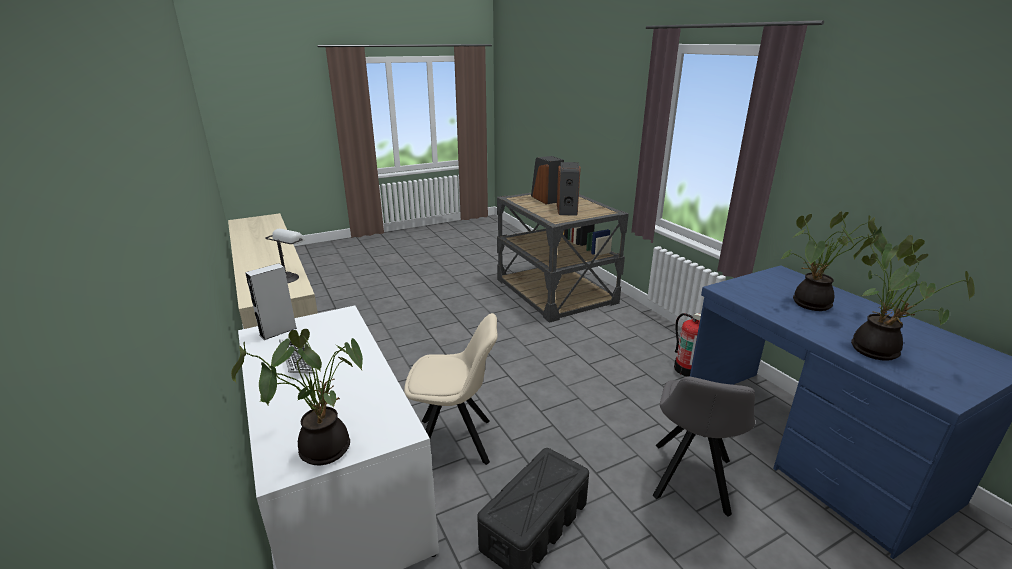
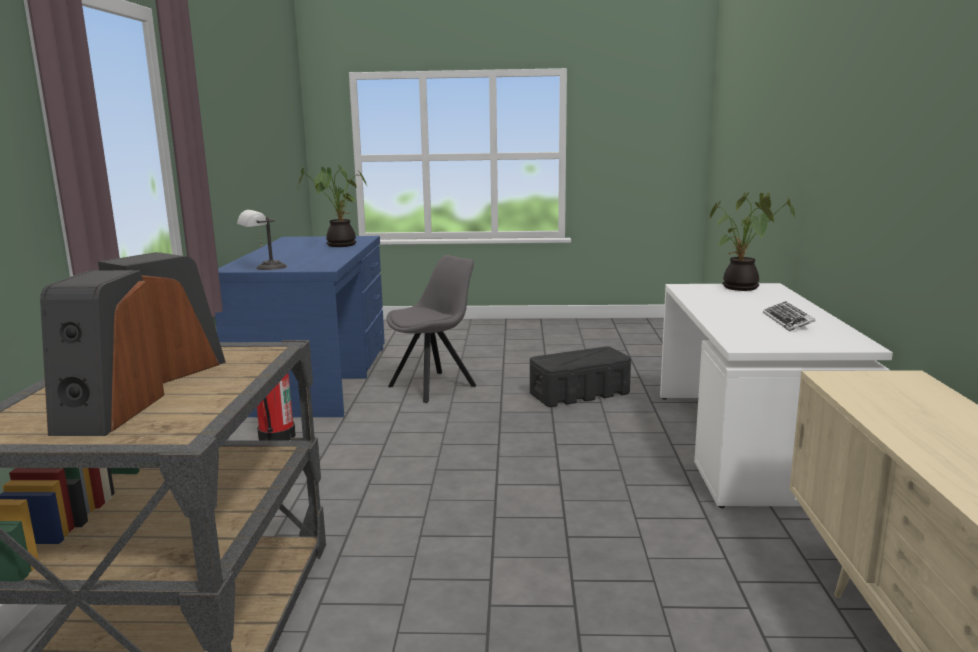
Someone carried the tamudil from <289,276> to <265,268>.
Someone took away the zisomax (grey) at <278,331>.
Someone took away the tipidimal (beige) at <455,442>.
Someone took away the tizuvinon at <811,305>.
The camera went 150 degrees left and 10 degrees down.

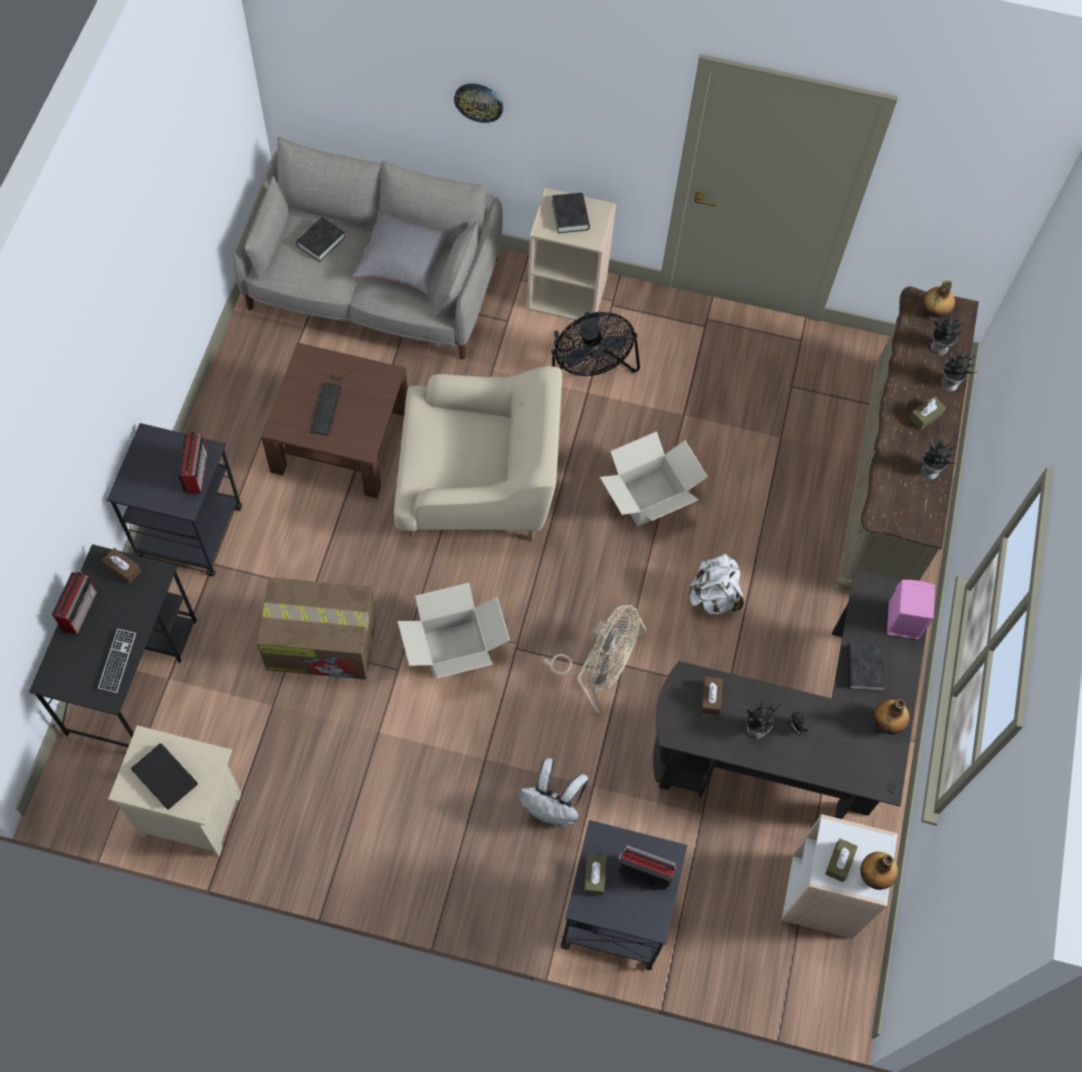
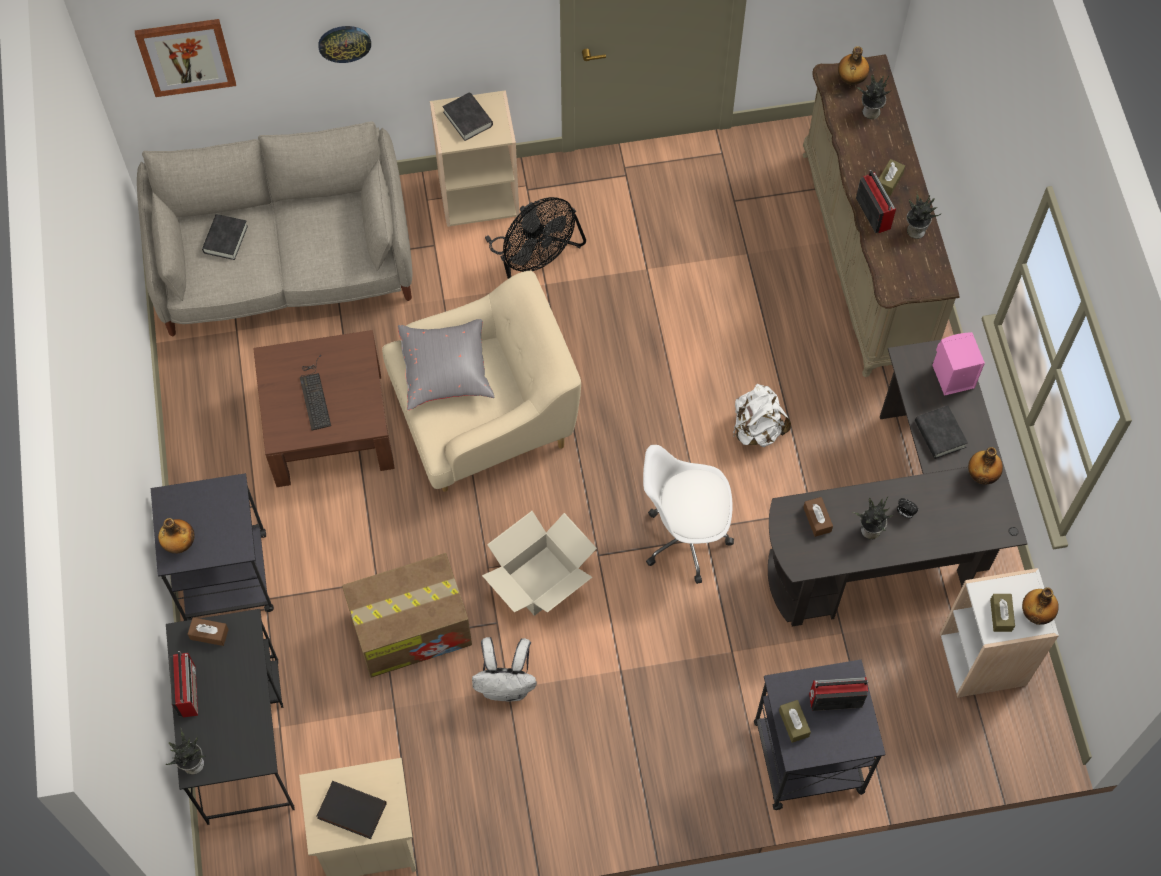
Someone put up the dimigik at <186,56>.
Someone put down the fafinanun at <180,543>.
Someone carried the tizuvinon from <948,383> to <192,763>.
Someone carried the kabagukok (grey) from <404,262> to <447,371>.
Someone carried the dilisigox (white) from <552,809> to <506,686>.
Someone swapped the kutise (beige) at <598,667> for the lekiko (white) at <683,540>.
Someone carried the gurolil from <196,471> to <873,212>.
Someone took away the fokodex at <117,661>.
Someone took away the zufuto at <649,497>.
The camera went 20 degrees left and 0 degrees up.

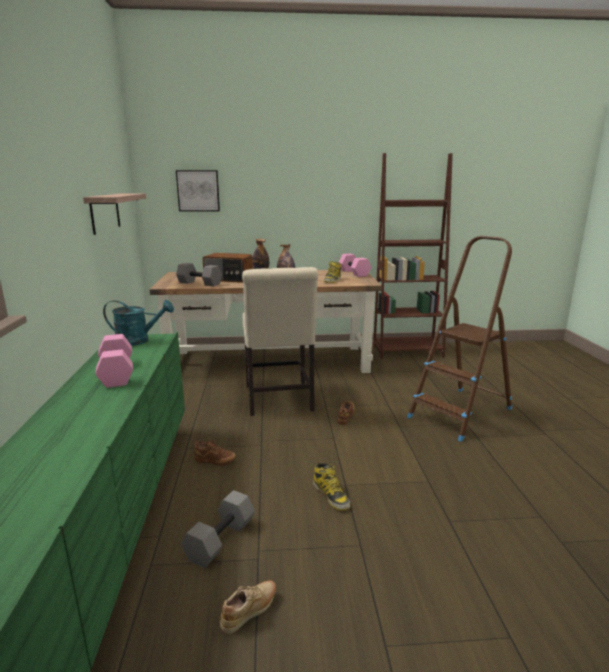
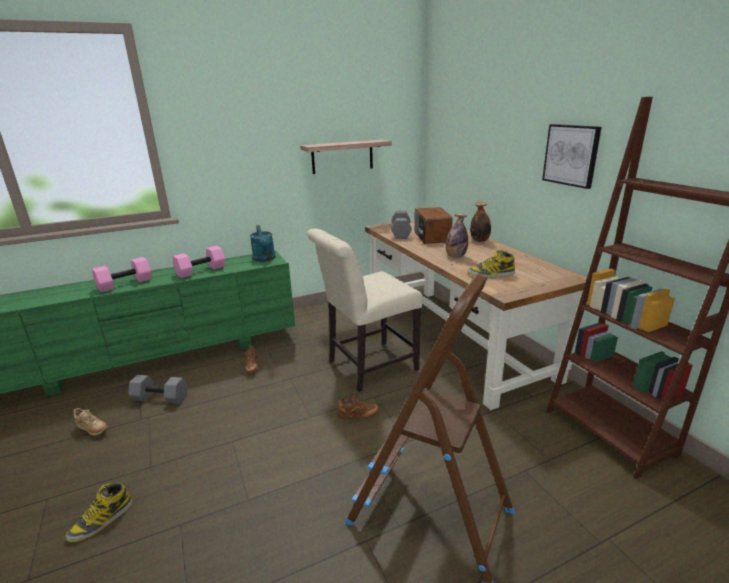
Someone carried the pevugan from <331,495> to <101,521>.
Someone carried the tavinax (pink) from <354,273> to <125,284>.
Someone carried the dimigik from <198,191> to <571,155>.
The camera went 70 degrees right and 5 degrees up.

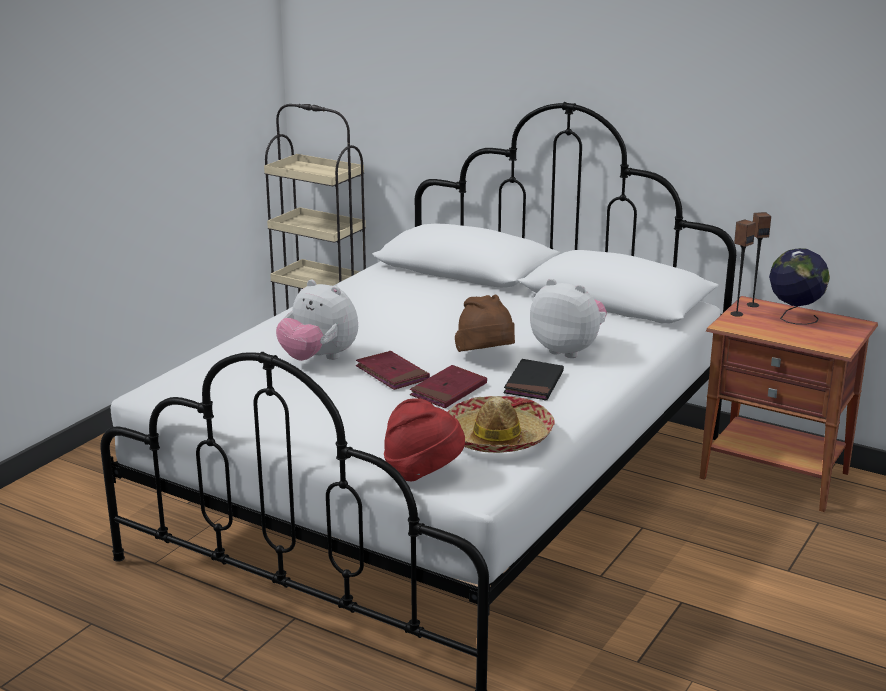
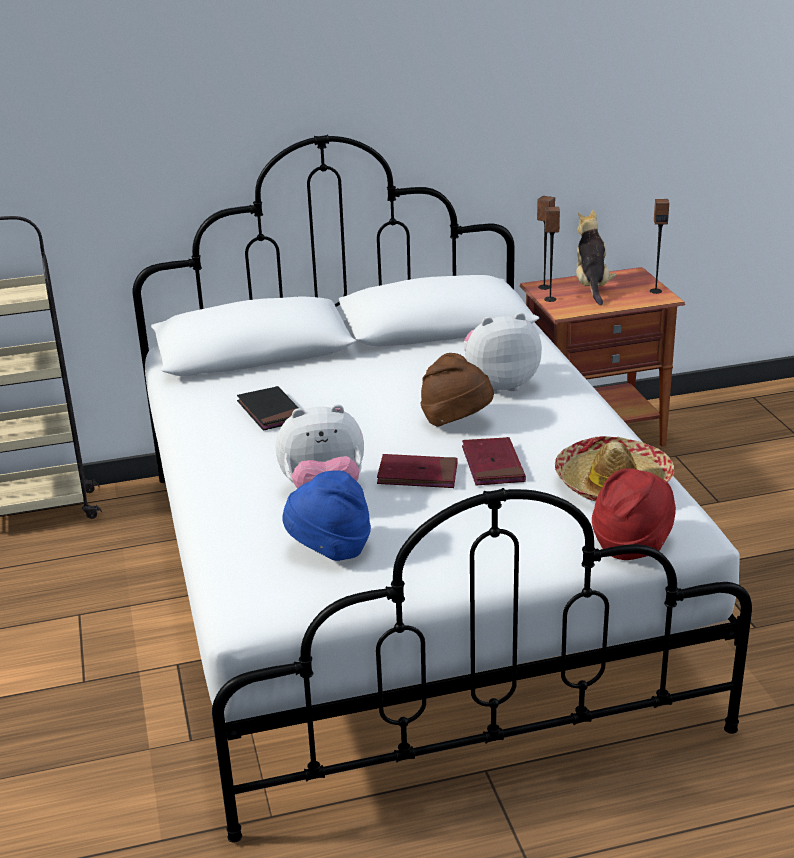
Someone carried the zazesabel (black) from <534,383> to <271,412>.
Someone put down the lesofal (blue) at <330,549>.
Someone swapped the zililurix at <794,318> for the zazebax at <591,286>.
Someone put down the zisomax at <655,291>.
The camera went 45 degrees left and 5 degrees up.

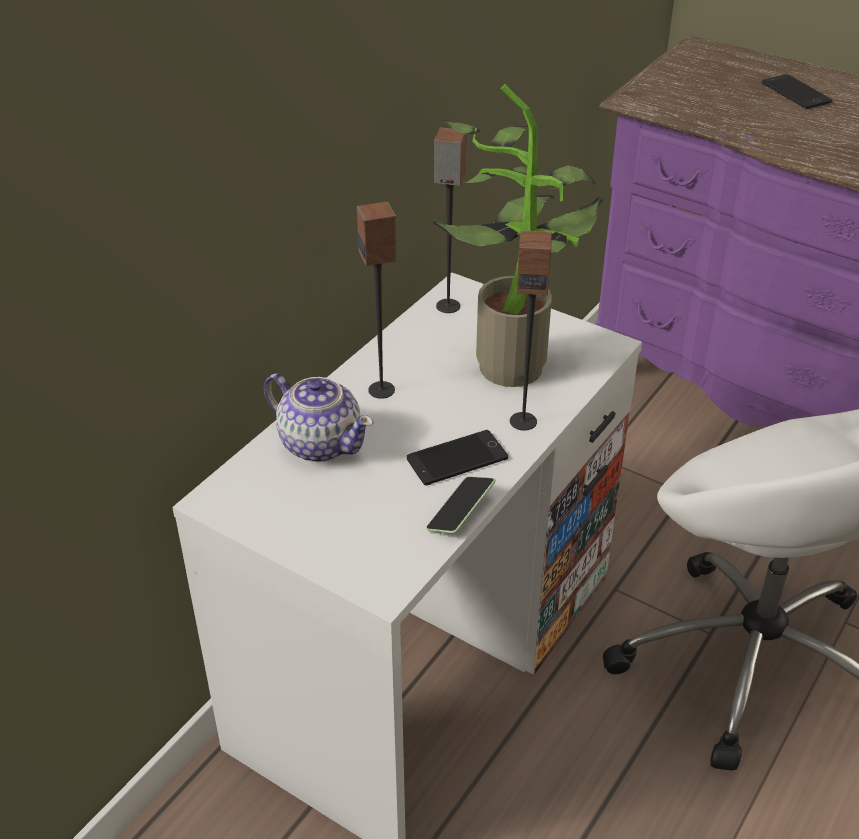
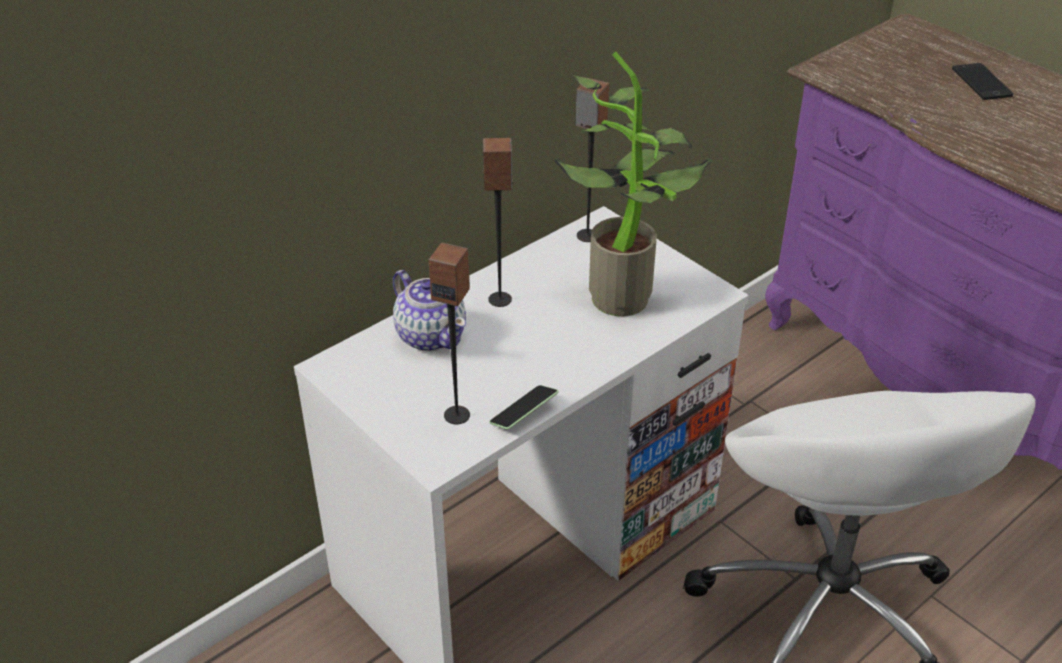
Someone carried the zisomax from <523,421> to <457,415>.
Someone took away the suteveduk at <457,458>.
The camera went 15 degrees right and 0 degrees up.

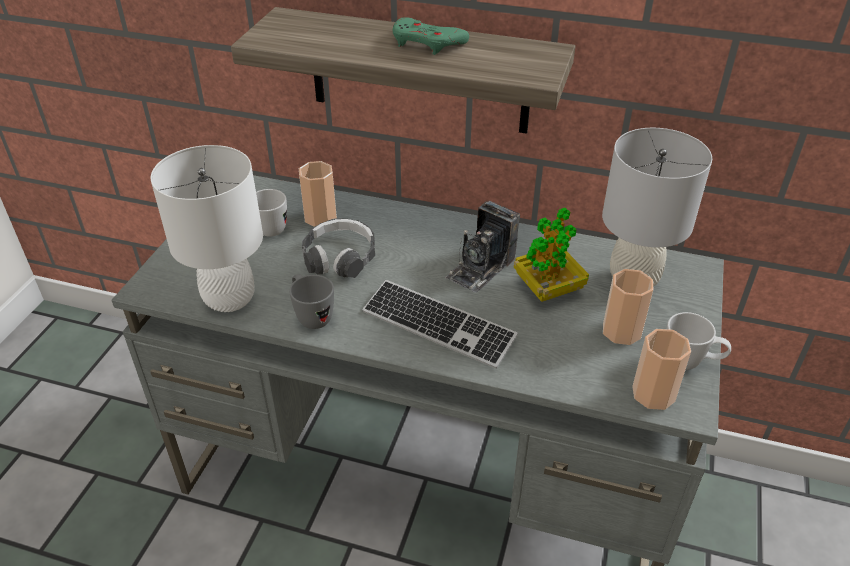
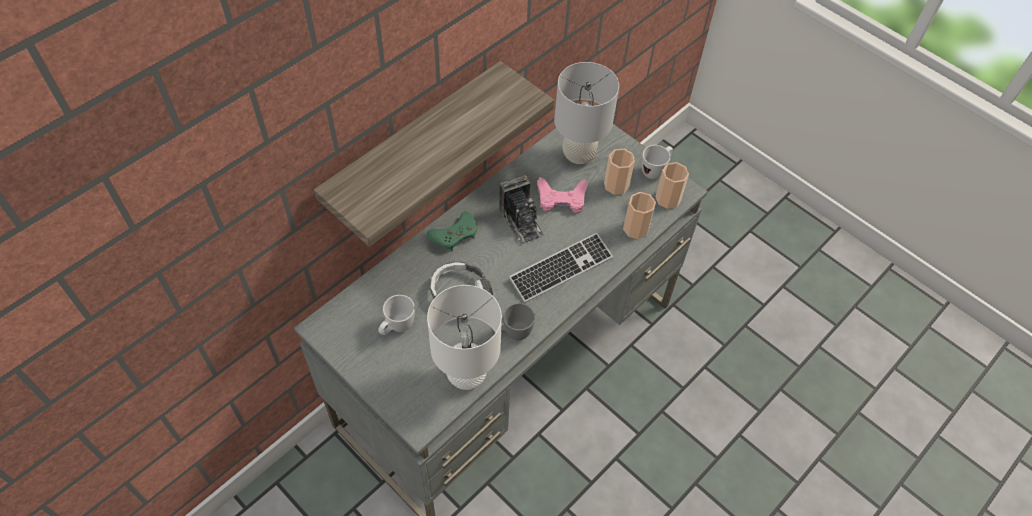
Someone carried the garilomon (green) from <427,43> to <454,234>.
Someone swapped the tizuvinon at <548,289> for the garilomon (pink) at <561,198>.
Someone carried the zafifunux from <320,217> to <636,228>.
The camera went 65 degrees left and 15 degrees up.

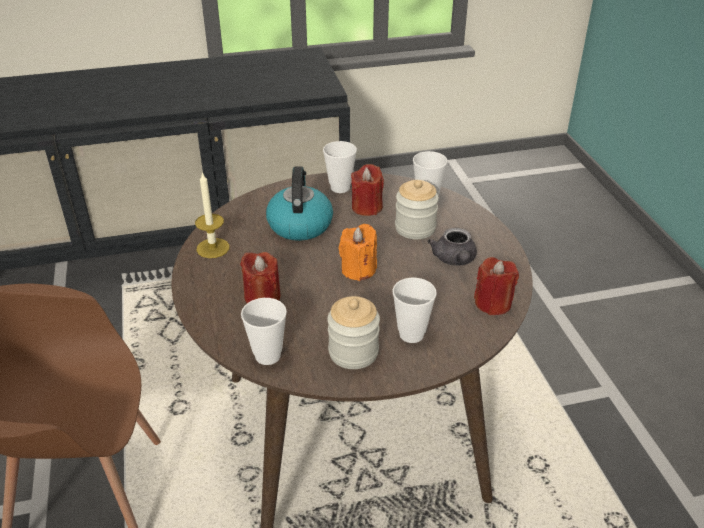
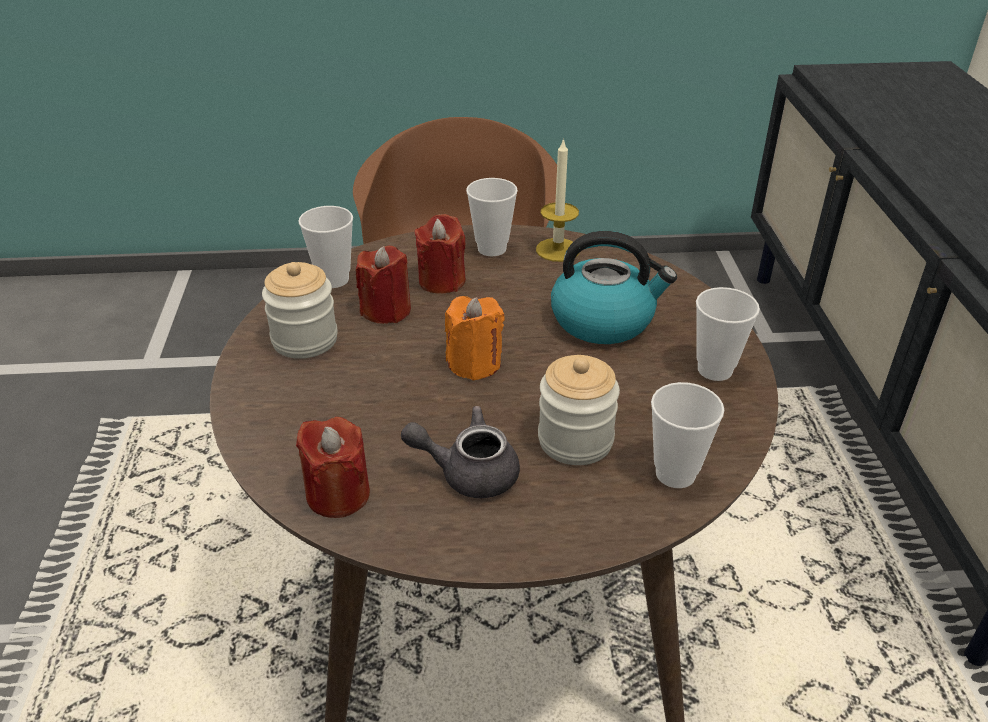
Someone carried the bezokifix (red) from <367,207> to <386,310>.
Someone carried the zafifunux from <411,334> to <492,249>.
The camera went 100 degrees right and 0 degrees up.

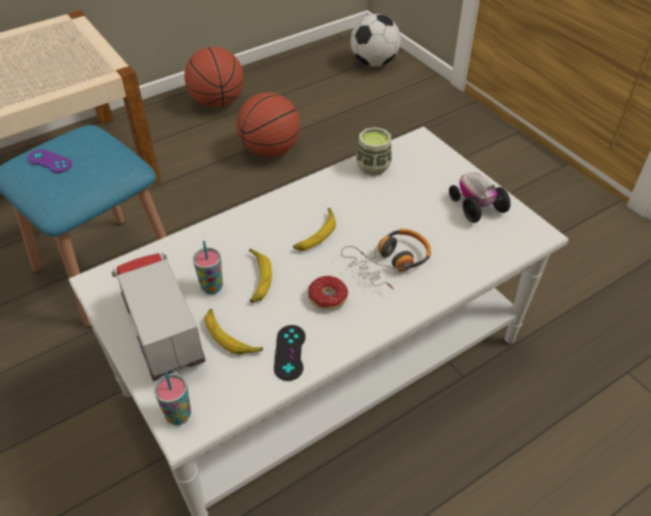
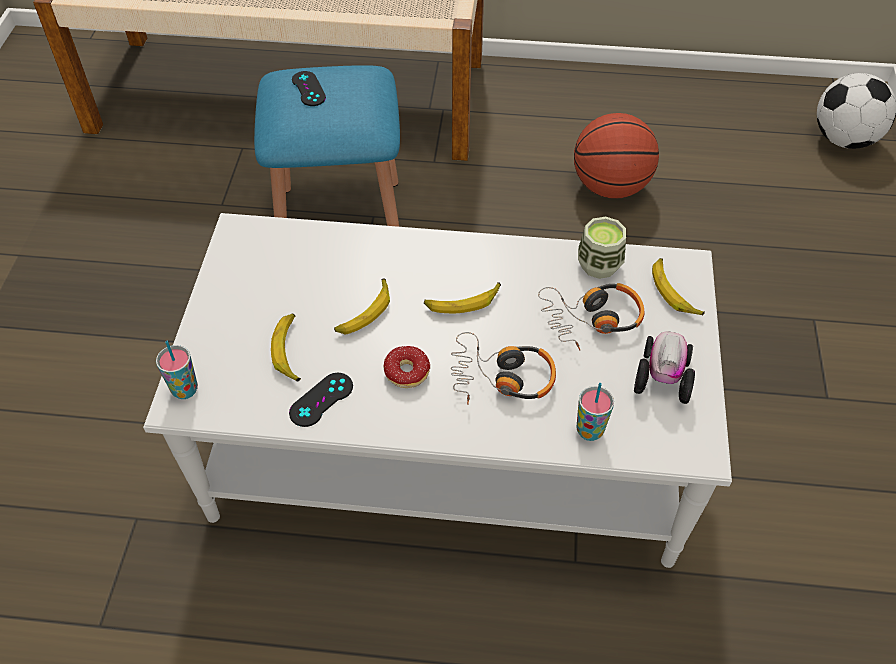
Someone repainted the garilomon (purple) at <50,161>, which became the garilomon (black) at <308,89>.
Someone put down the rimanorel at <592,319>.
Someone carried the zafifunux from <212,287> to <589,431>.
Someone put down the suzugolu at <673,292>.
Someone took away the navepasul at <163,331>.
Someone took away the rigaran at <217,102>.
The camera went 40 degrees right and 5 degrees up.

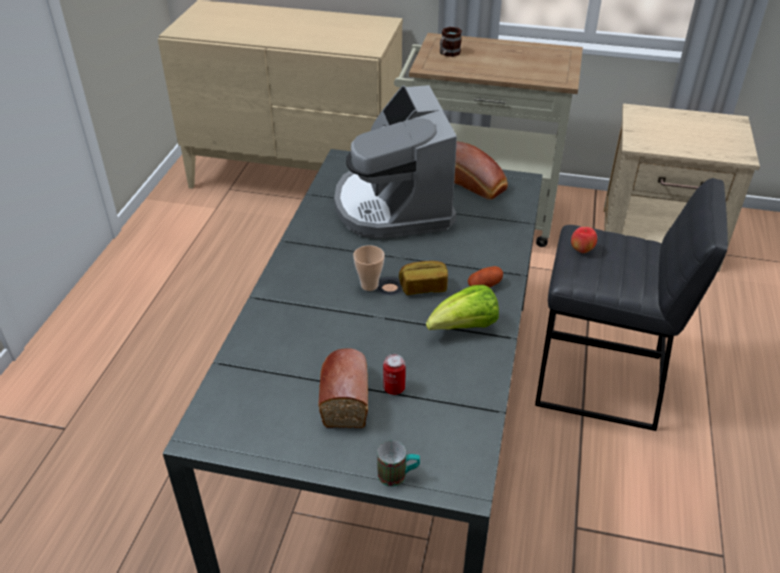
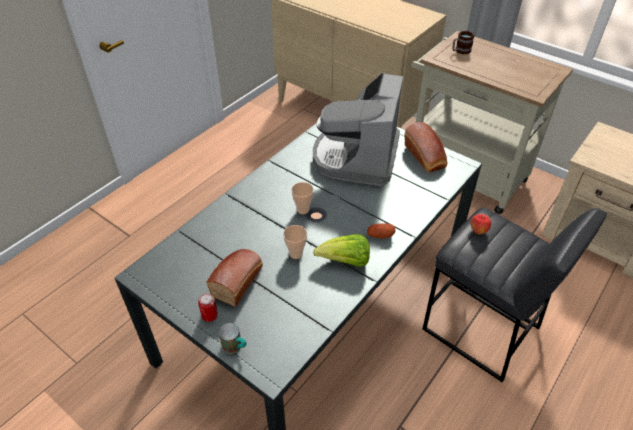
Someone carried the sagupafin from <394,388> to <209,316>.
Someone put down the zafifunux at <296,254>.
Someone took away the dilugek at <423,286>.
The camera went 25 degrees right and 5 degrees up.

